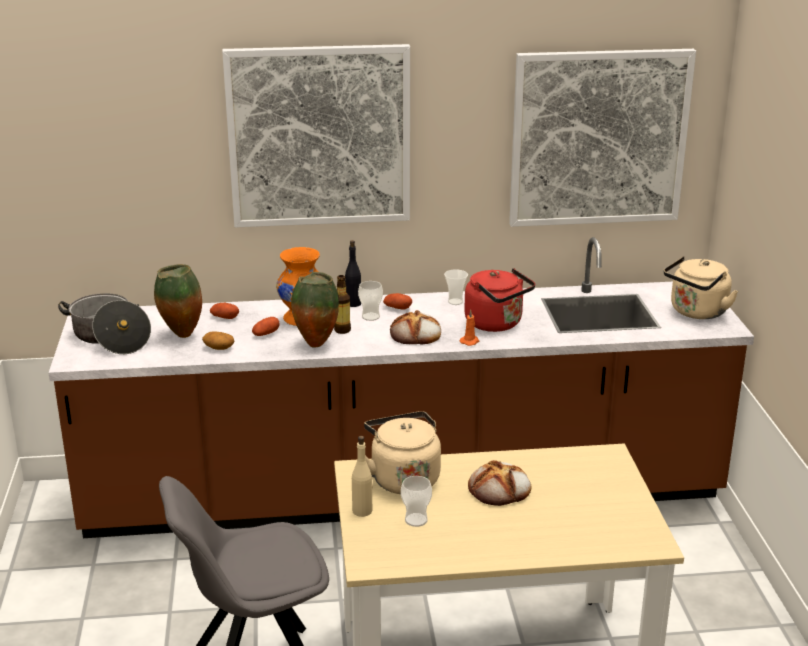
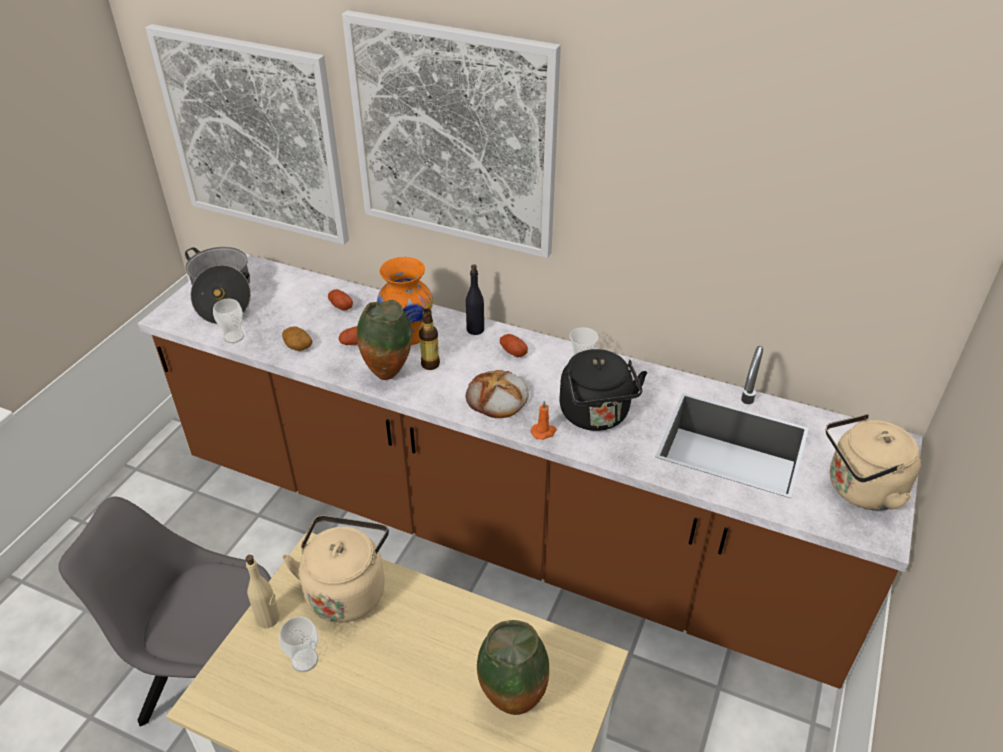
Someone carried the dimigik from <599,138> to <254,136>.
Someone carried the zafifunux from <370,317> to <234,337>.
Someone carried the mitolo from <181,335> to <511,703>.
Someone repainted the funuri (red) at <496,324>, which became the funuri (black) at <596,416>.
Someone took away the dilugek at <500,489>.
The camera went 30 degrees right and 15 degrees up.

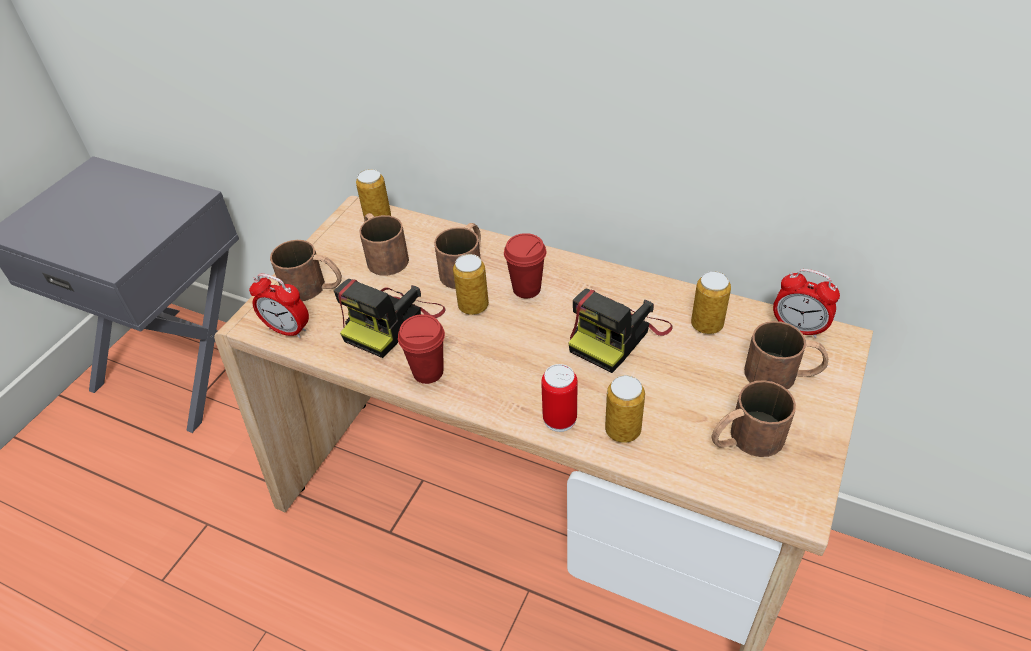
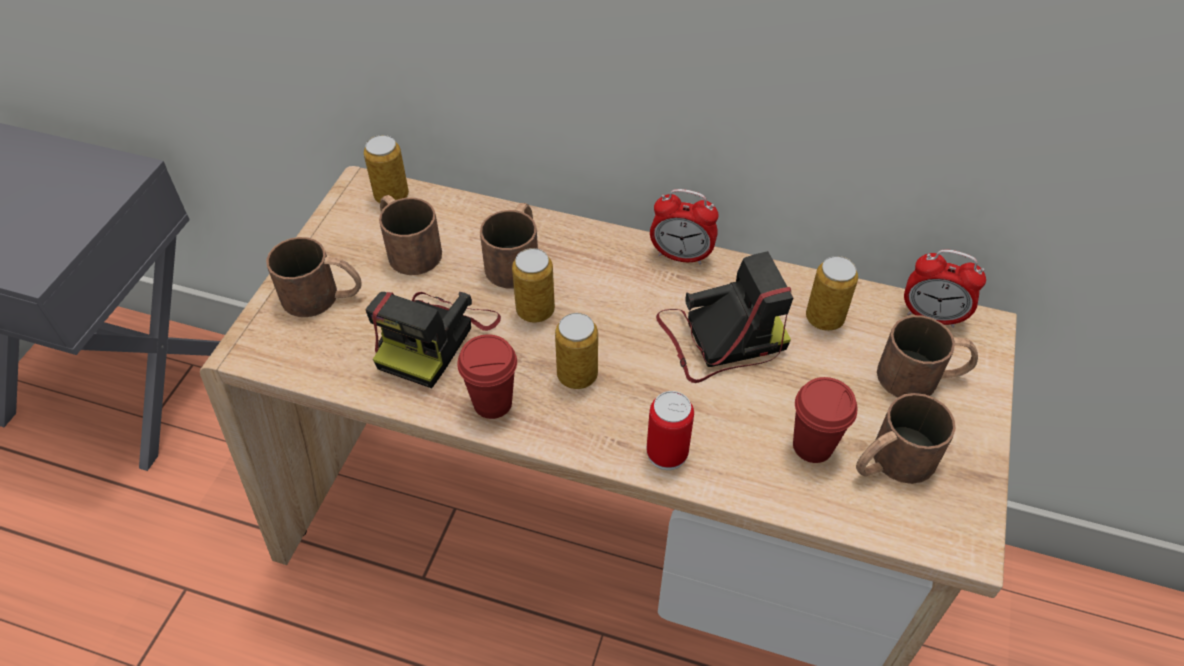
Someone carried the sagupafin from <623,430> to <577,375>.
Someone carried the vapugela from <288,330> to <681,256>.
Someone rotated the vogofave at <617,335> by 135 degrees counterclockwise.
Someone carried the zafifunux (red) from <526,289> to <812,446>.
The camera went 10 degrees left and 5 degrees up.

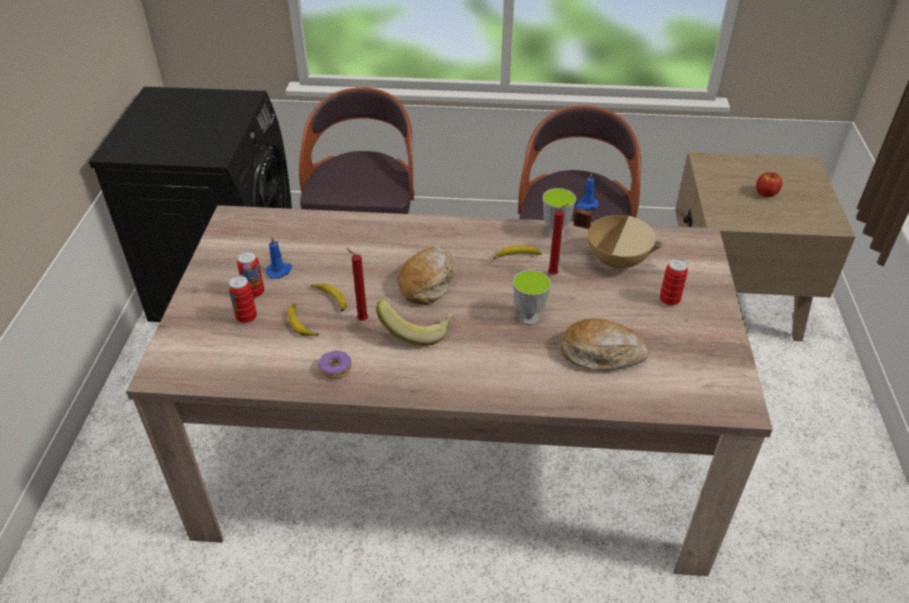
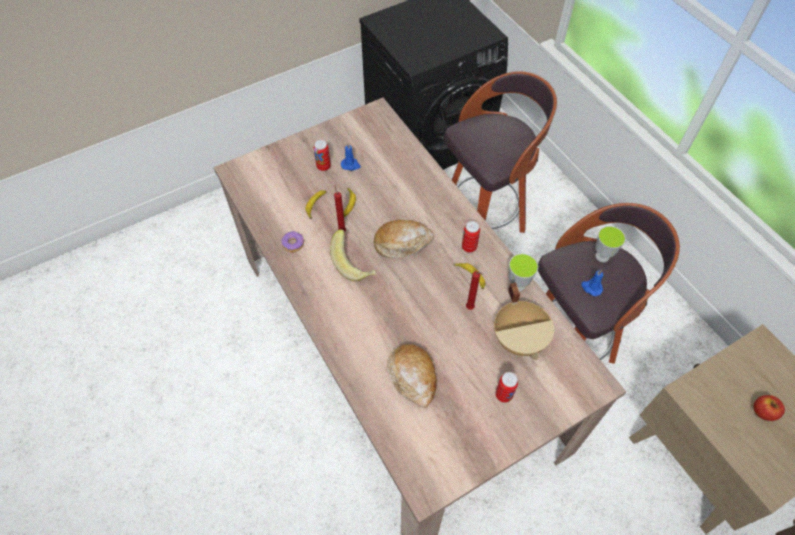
Someone carried the sagupafin from <246,317> to <469,247>.
Someone carried the zafifunux from <528,318> to <602,256>.
The camera went 55 degrees right and 15 degrees up.

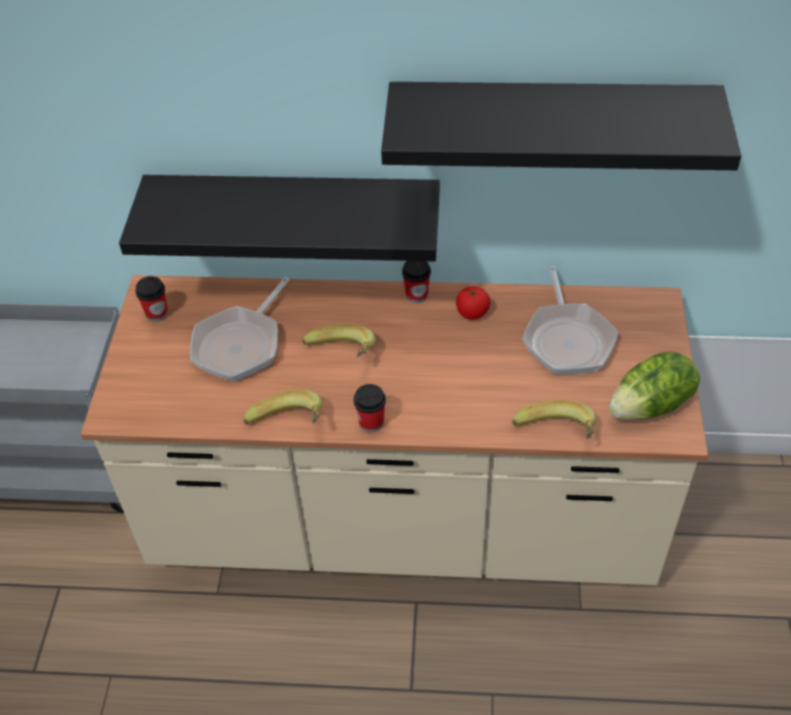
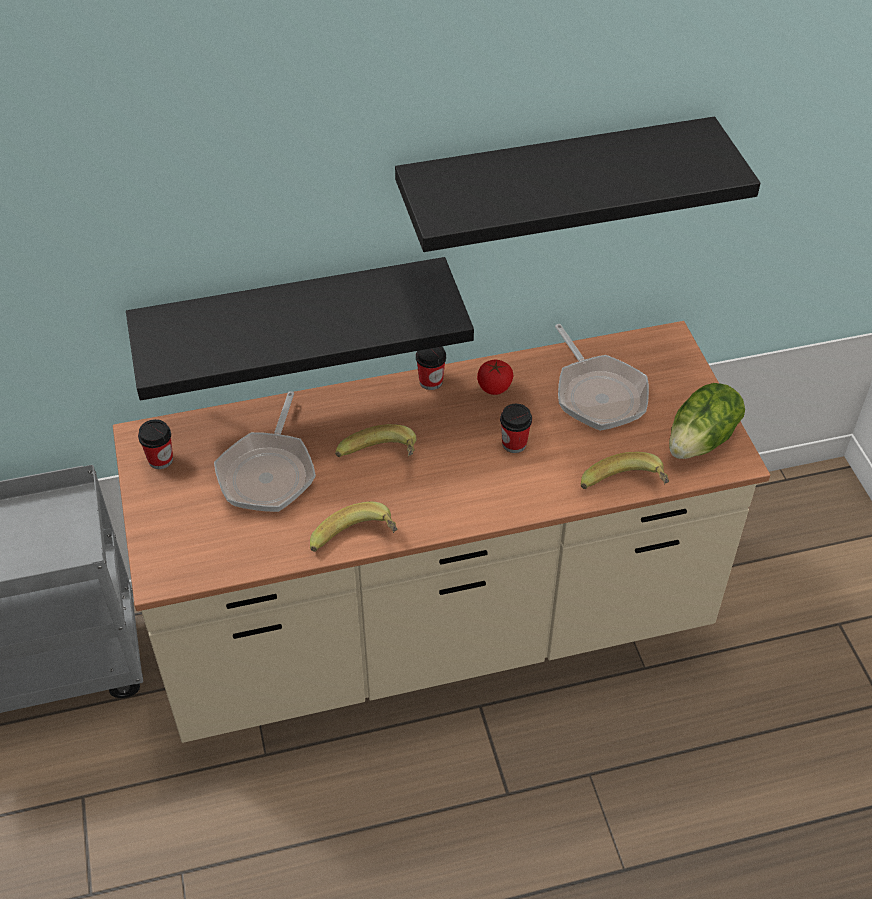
Someone carried the zafifunux from <371,422> to <514,444>.
The camera went 20 degrees left and 0 degrees up.

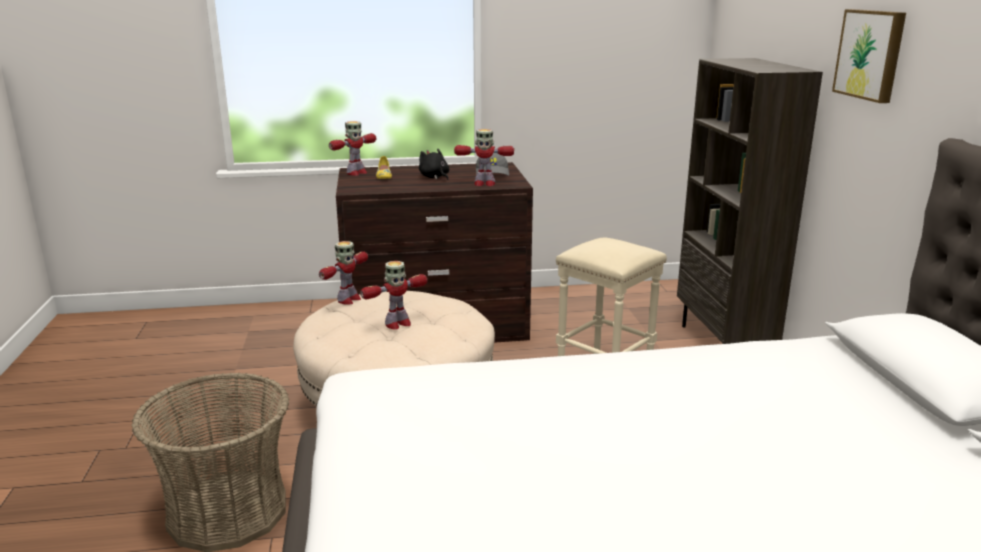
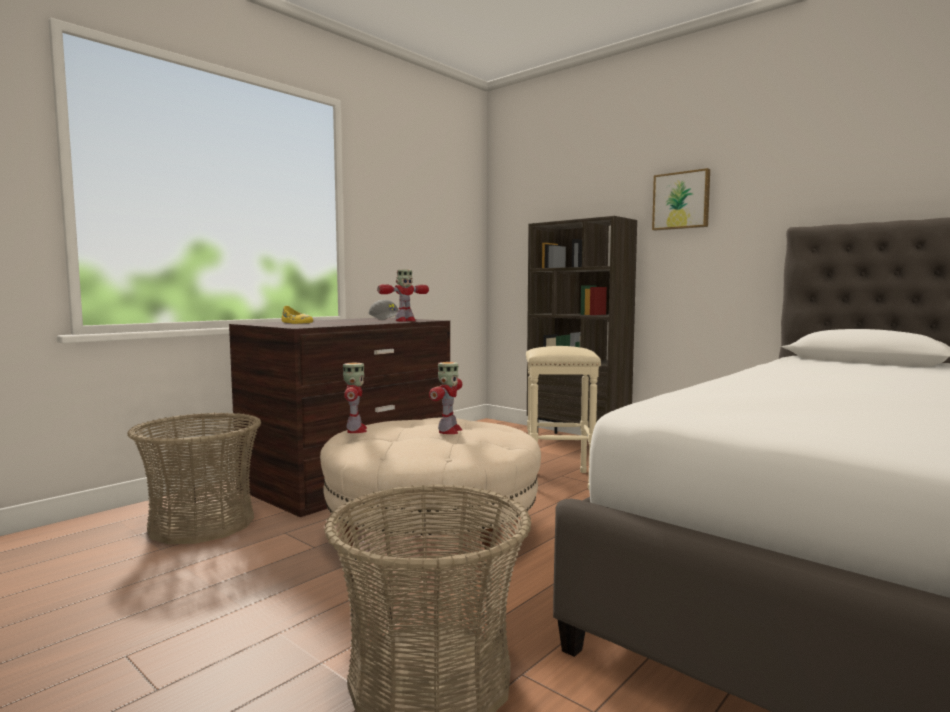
Someone put down the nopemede at <202,524>.
Someone took away the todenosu at <356,173>.
Someone took away the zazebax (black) at <434,177>.
The camera went 40 degrees left and 15 degrees down.

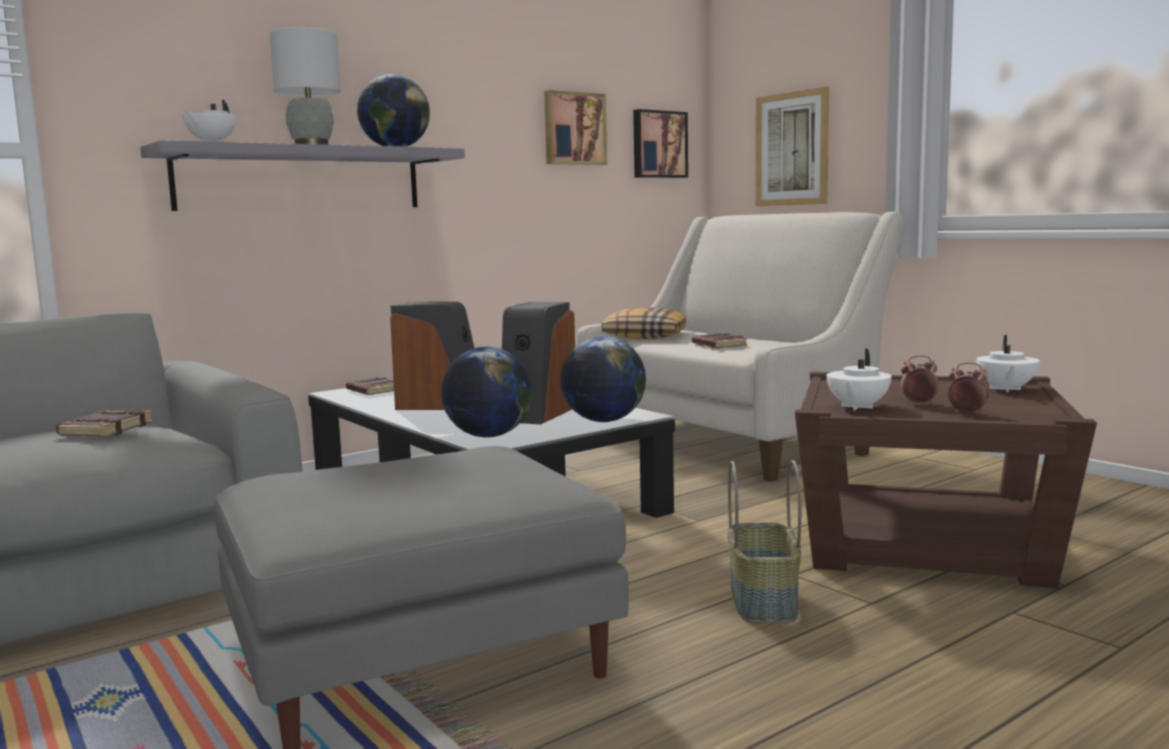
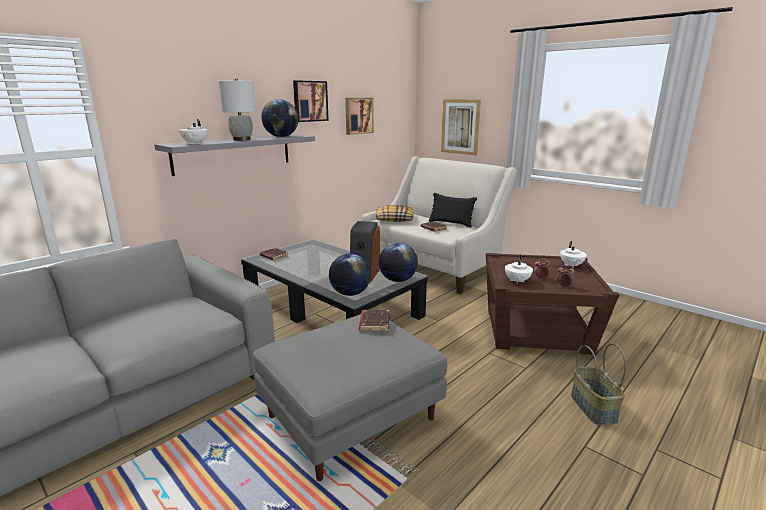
Someone carried the dimigik from <658,144> to <310,101>.
Someone carried the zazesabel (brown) from <106,430> to <374,323>.
Someone put down the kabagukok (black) at <451,223>.
Someone carried the nopemede from <765,601> to <594,408>.
Someone took away the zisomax at <441,405>.
The camera went 10 degrees left and 10 degrees up.

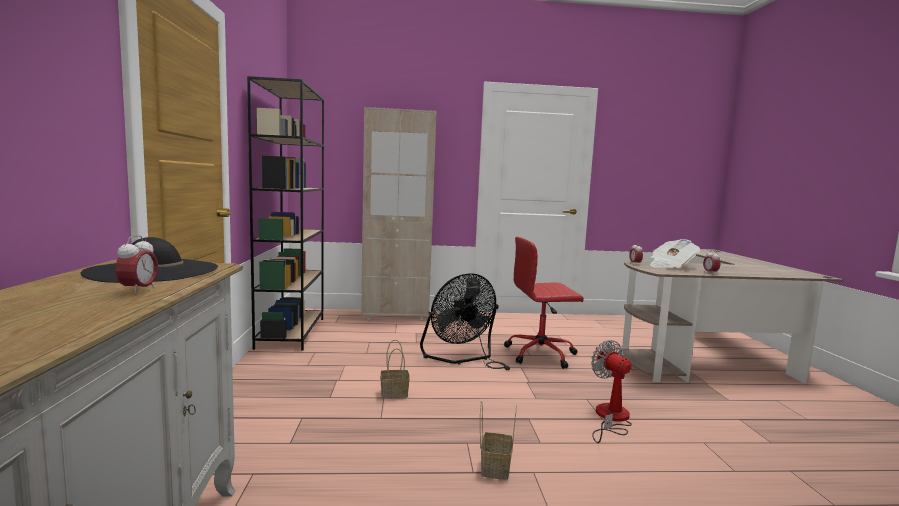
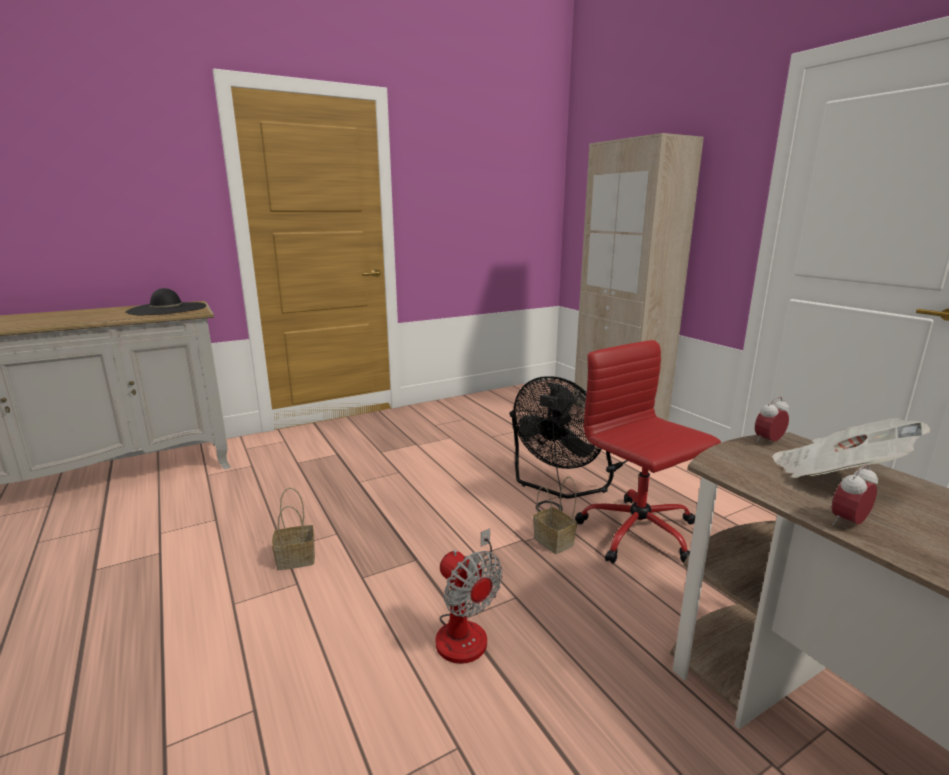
Someone rotated the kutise at <610,419> by 105 degrees clockwise.
Someone carried the nopemede from <395,393> to <555,542>.
Someone took away the vapugela at <138,290>.
Someone took away the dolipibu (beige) at <291,332>.
The camera went 65 degrees right and 10 degrees up.

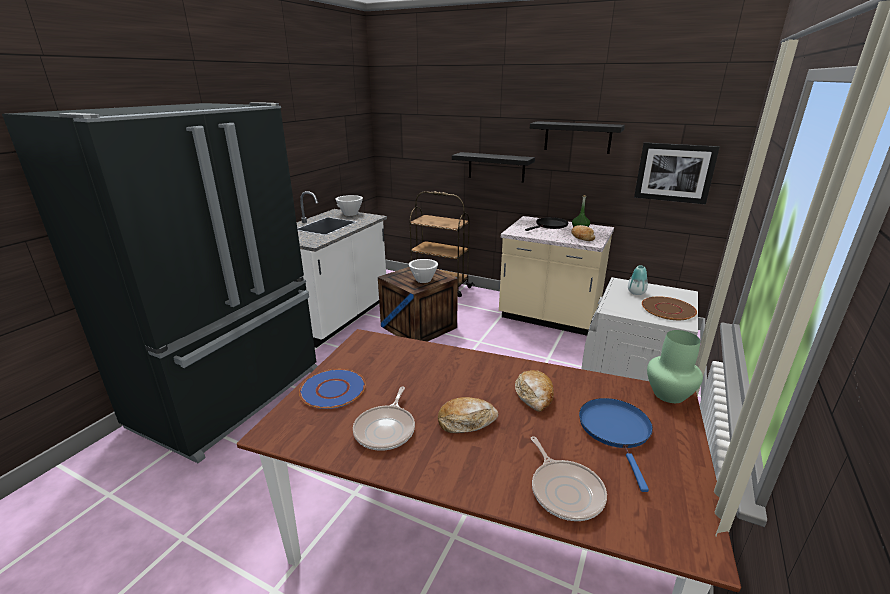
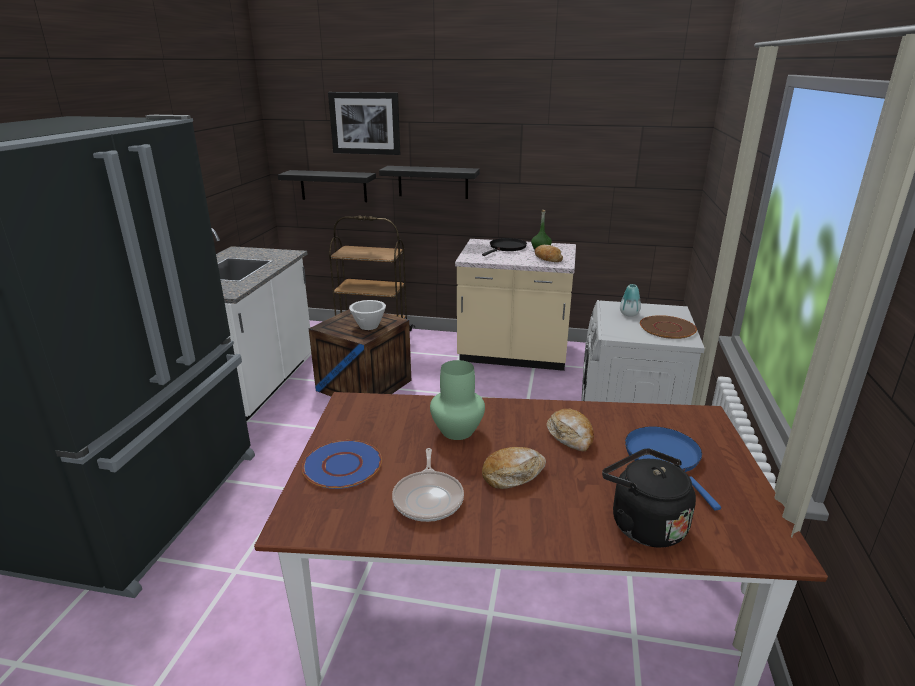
Someone carried the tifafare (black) from <577,137> to <333,186>.
Someone carried the dimigik from <674,172> to <365,123>.
Someone carried the mitolo (green) from <669,395> to <457,431>.
Someone swapped the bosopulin at <565,491> for the funuri (black) at <643,524>.
Someone took away the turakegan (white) at <350,214>.
The camera went 15 degrees left and 0 degrees up.

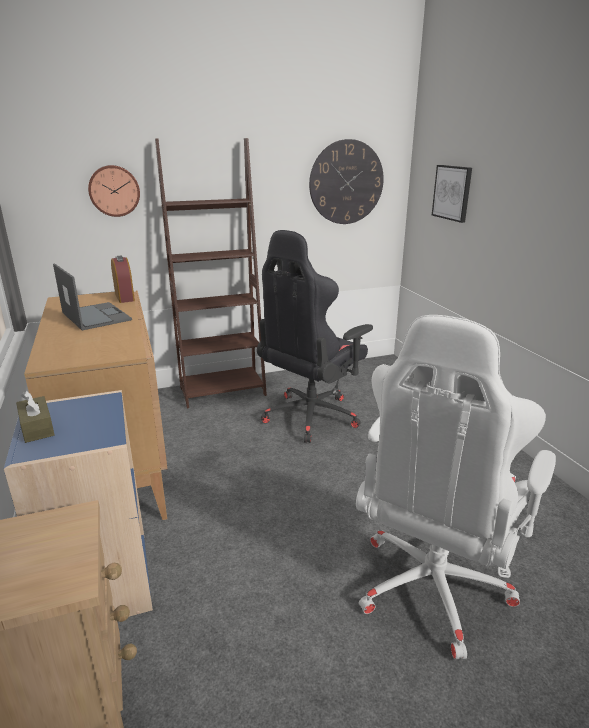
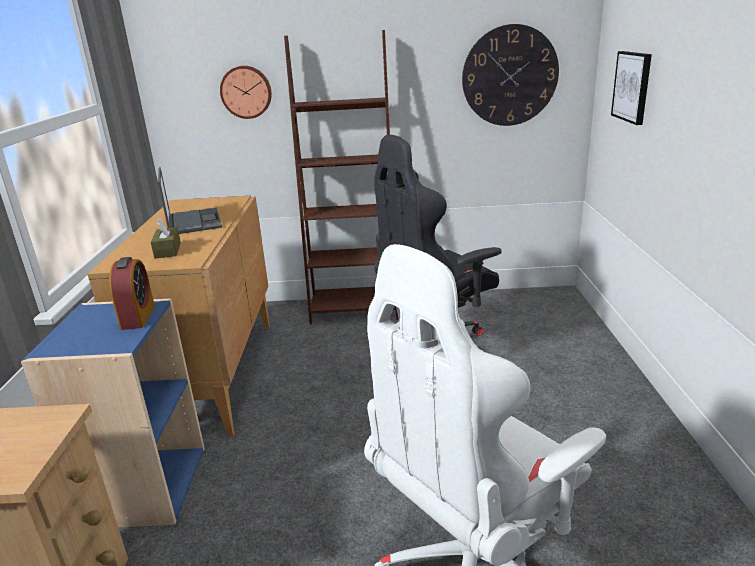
Someone carried the vapugela from <124,297> to <138,317>.
Someone carried the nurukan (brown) from <37,427> to <167,250>.
The camera went 20 degrees right and 0 degrees up.

